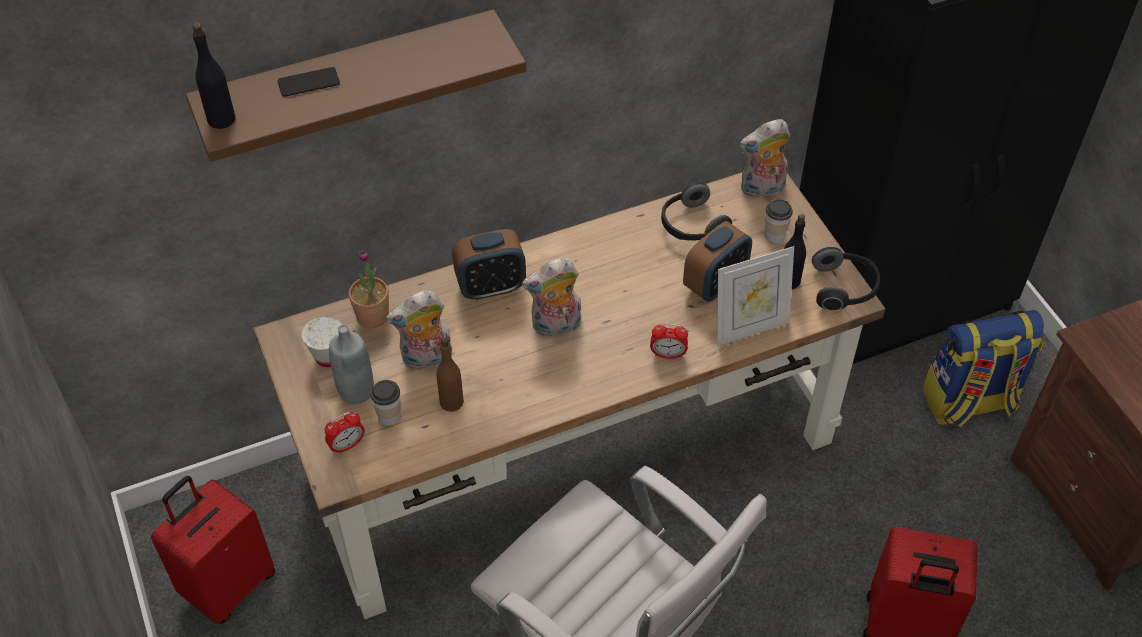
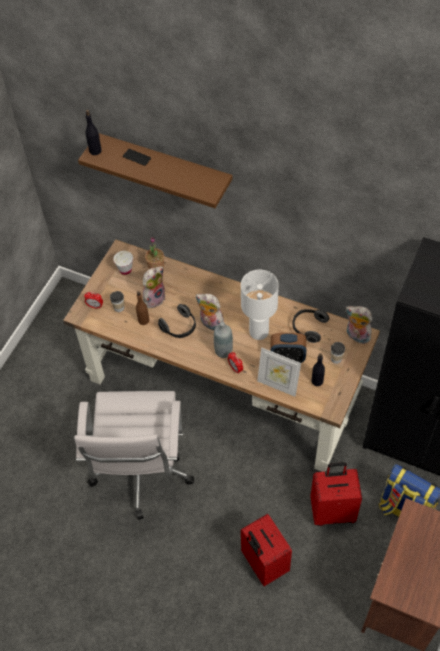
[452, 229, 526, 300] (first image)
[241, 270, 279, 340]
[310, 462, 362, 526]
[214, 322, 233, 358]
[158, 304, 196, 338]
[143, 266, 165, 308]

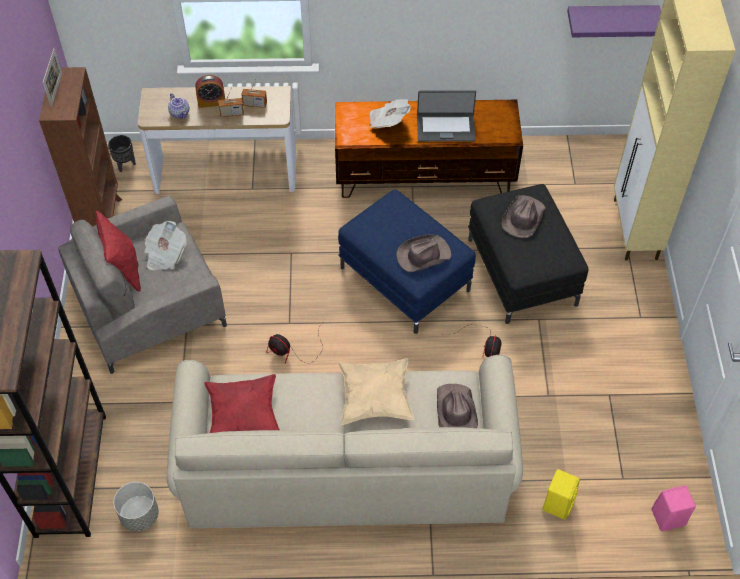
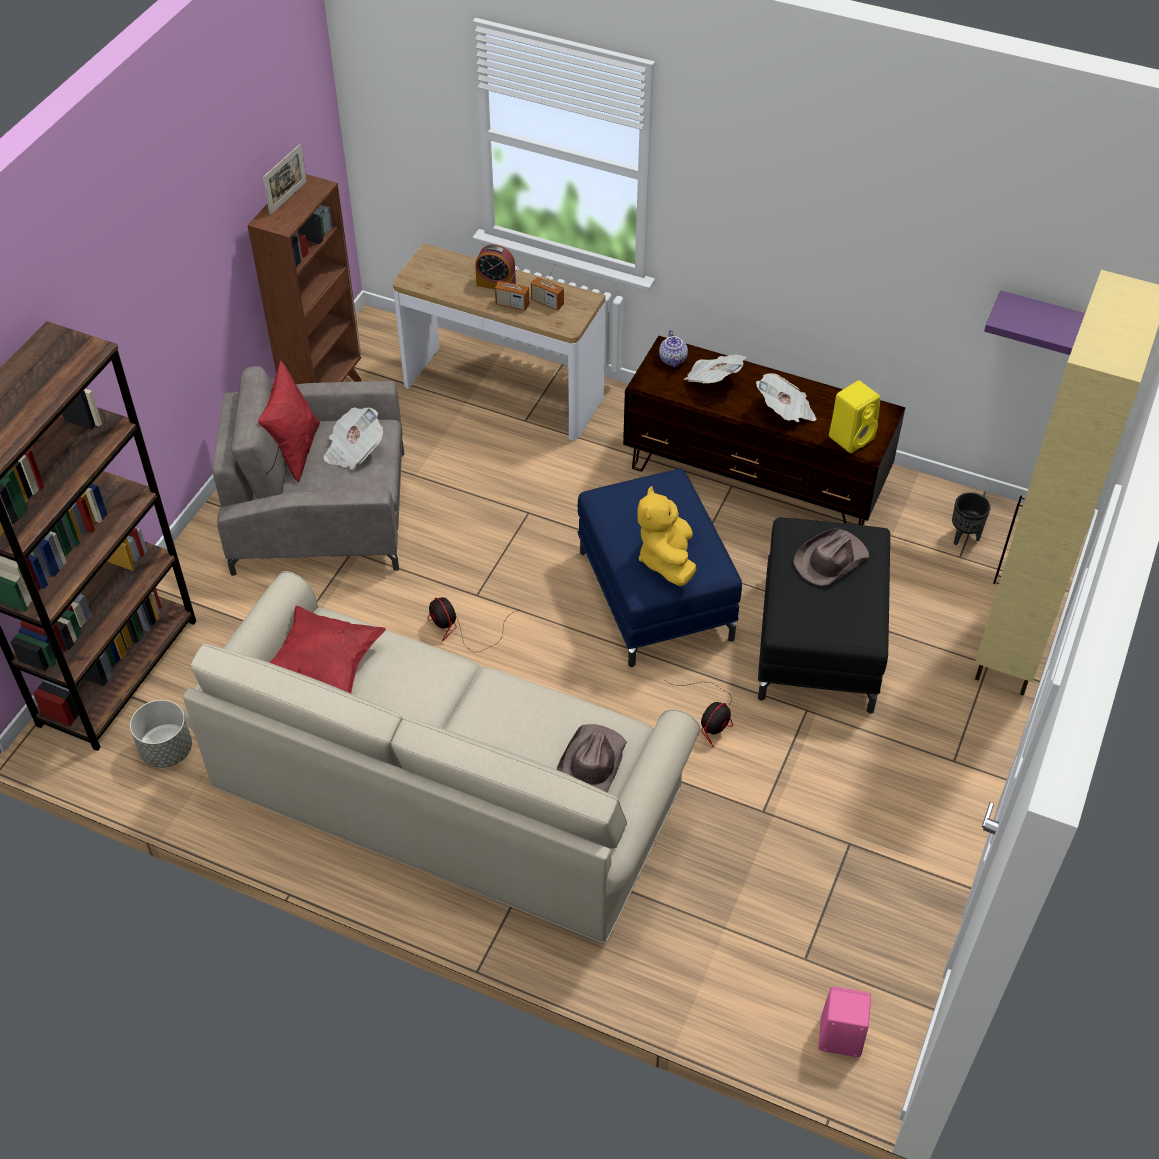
[338, 358, 414, 425] (first image)
[952, 492, 991, 545]
[659, 330, 688, 367]
[829, 380, 881, 453]
[637, 486, 696, 586]
[756, 373, 817, 422]

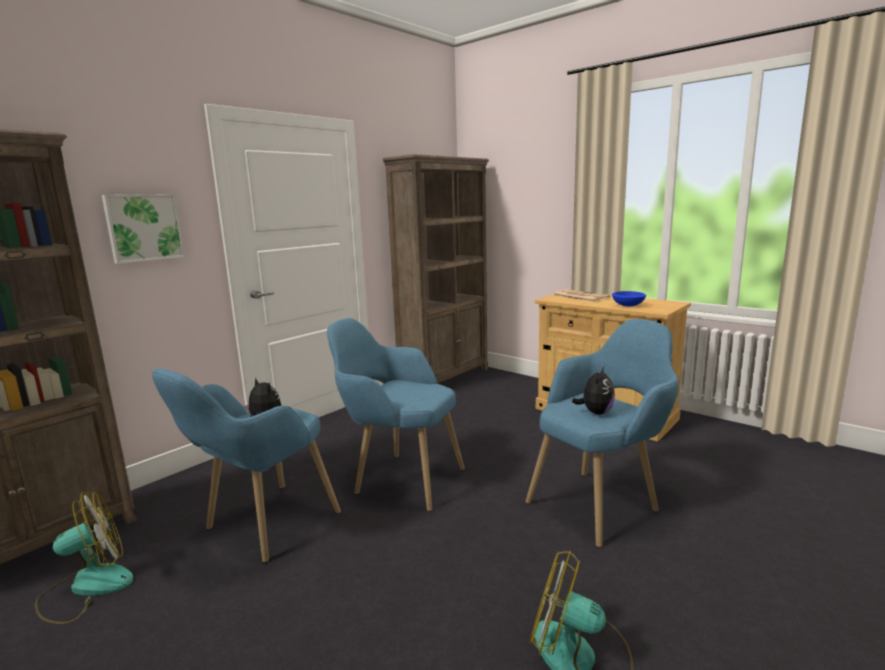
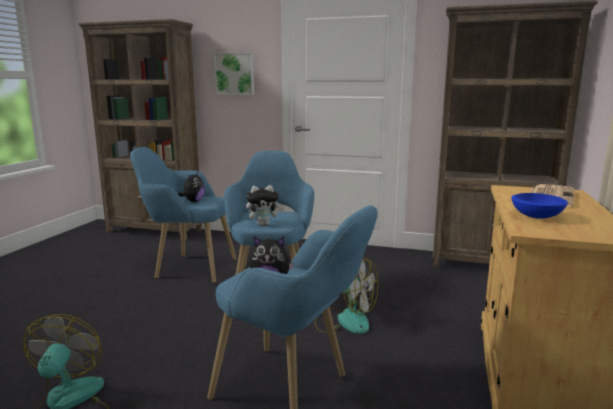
[246, 185, 284, 226]
[314, 257, 378, 334]

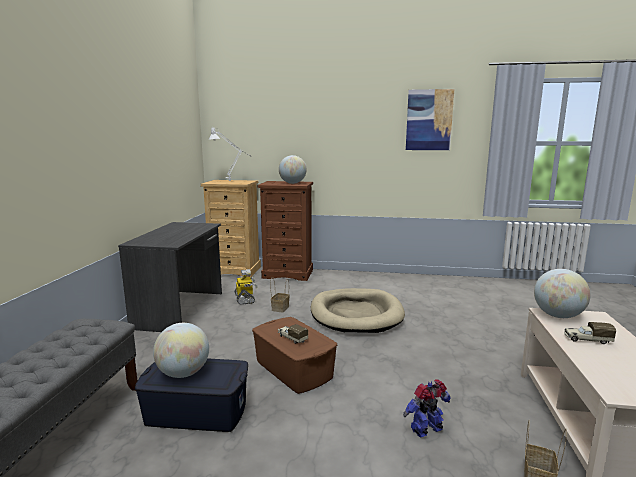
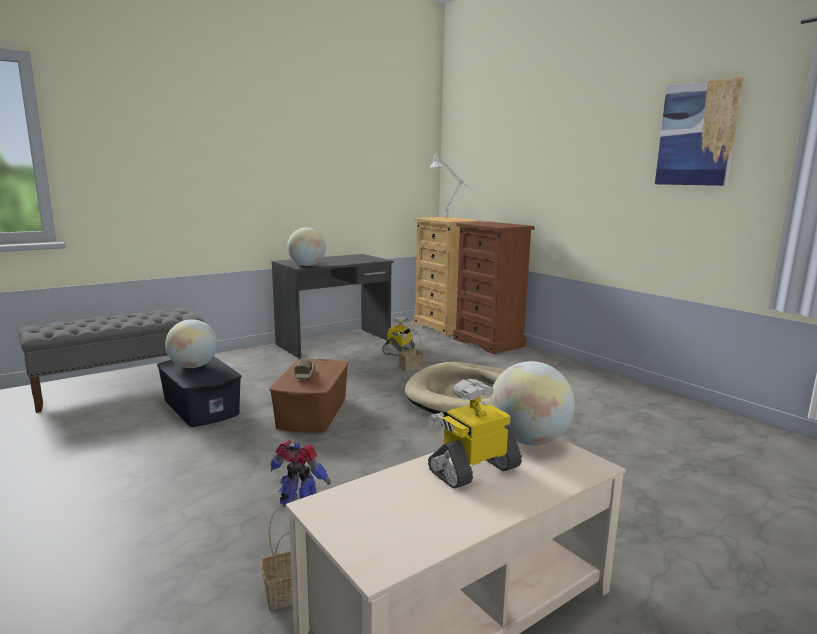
[287, 227, 326, 266]
[428, 379, 522, 488]

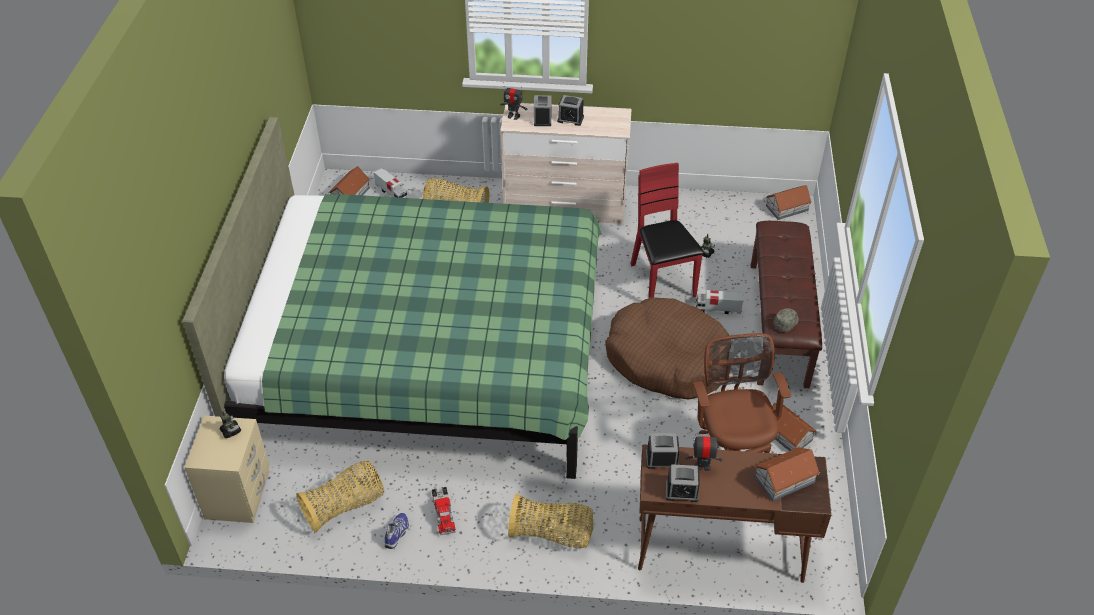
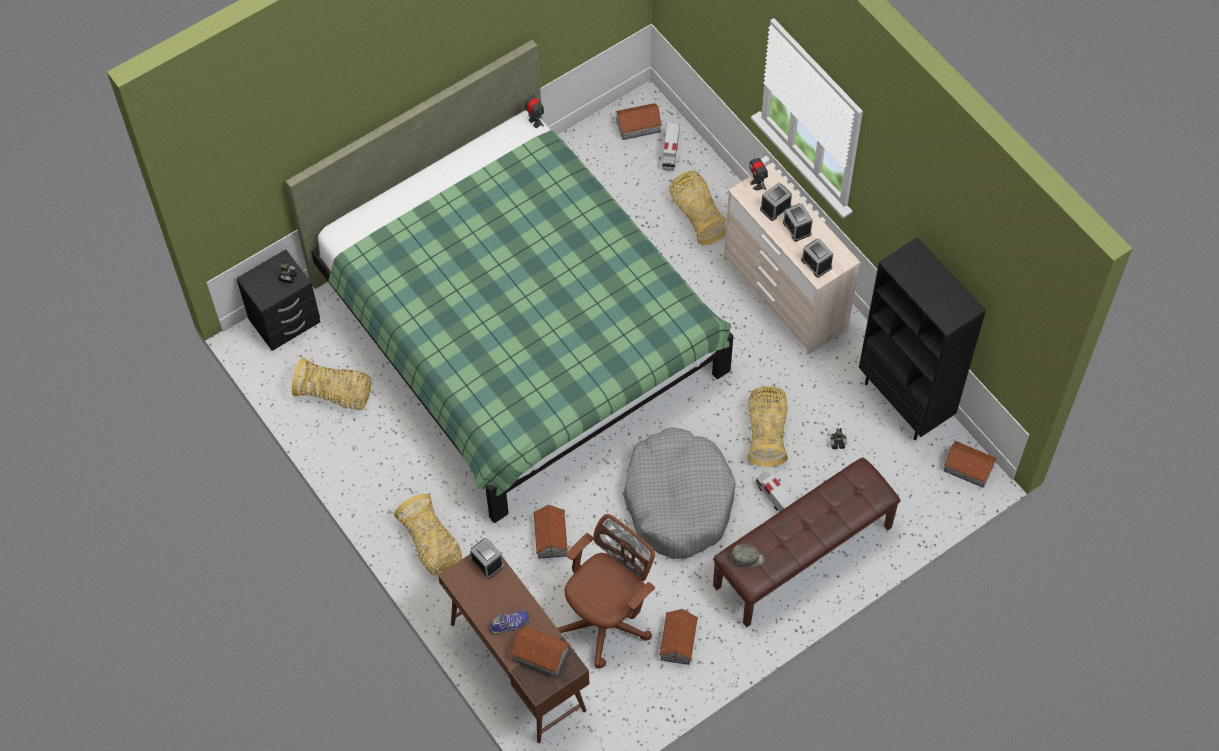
[432, 487, 456, 535] (first image)
[533, 504, 568, 559]
[859, 237, 986, 440]
[489, 611, 529, 634]
[801, 238, 833, 278]
[524, 95, 544, 128]
[747, 386, 788, 467]
[236, 249, 320, 351]
[623, 427, 736, 559]

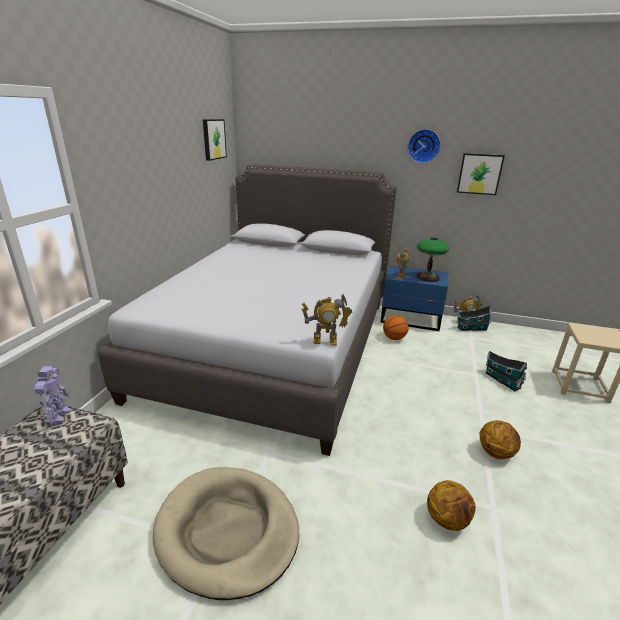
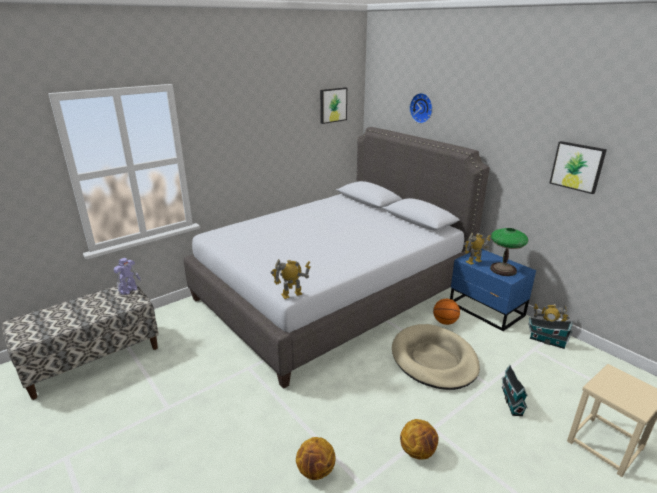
[392, 324, 480, 390]
[410, 93, 433, 124]
[270, 259, 311, 299]

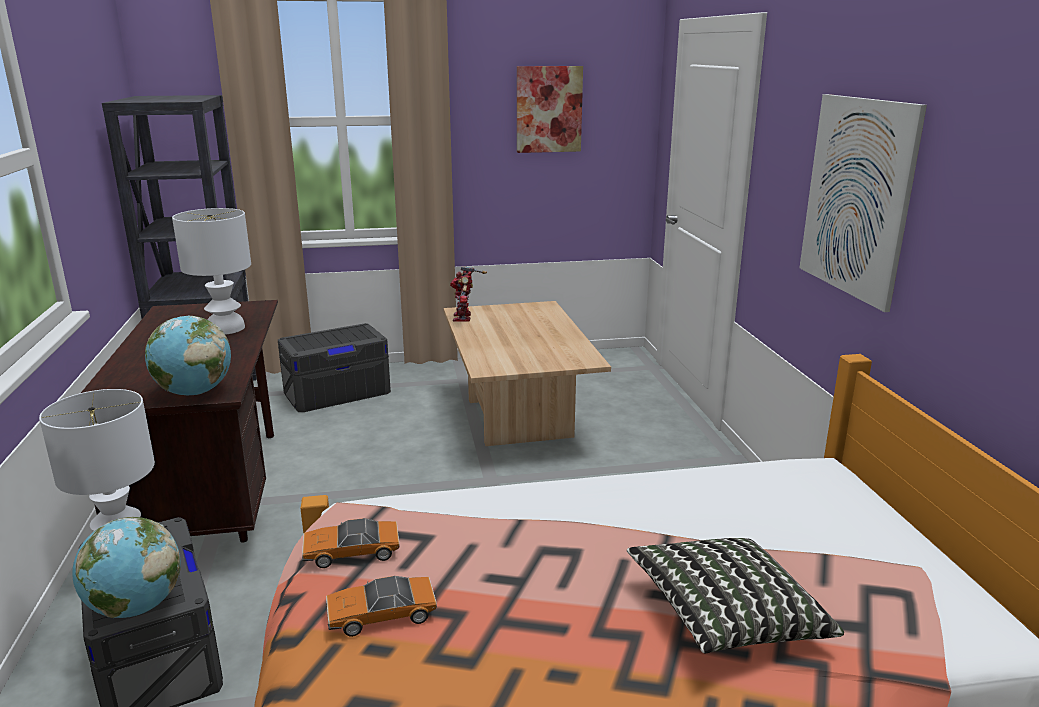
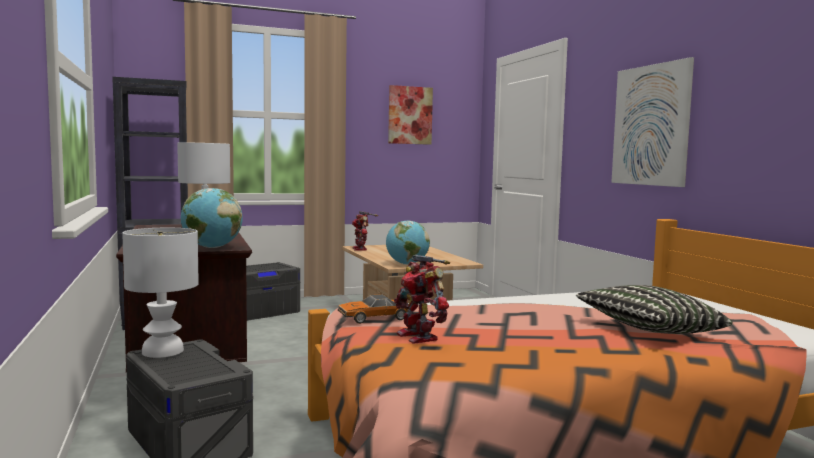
[386, 221, 430, 265]
[394, 255, 450, 343]

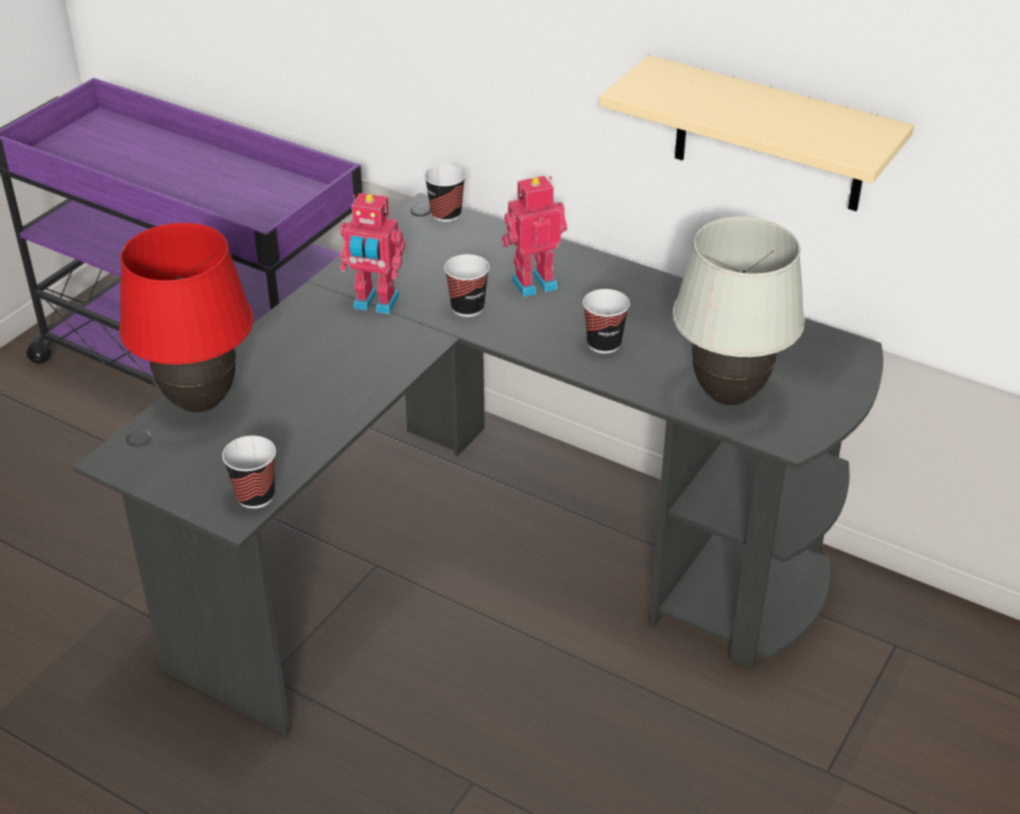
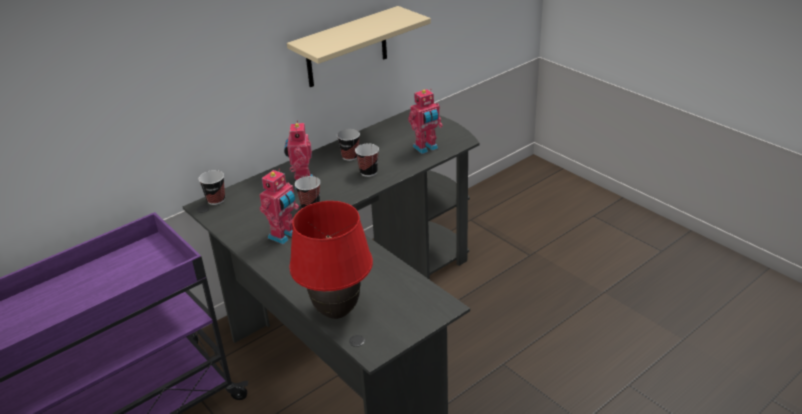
[337, 129, 360, 161]
[408, 89, 443, 154]

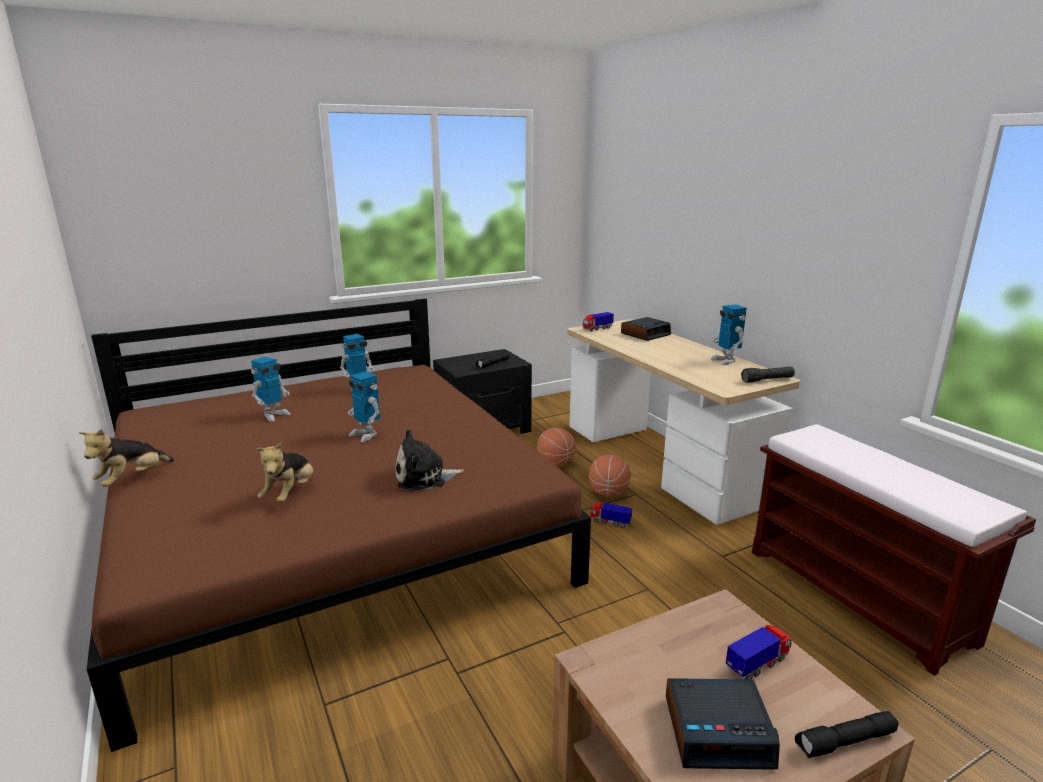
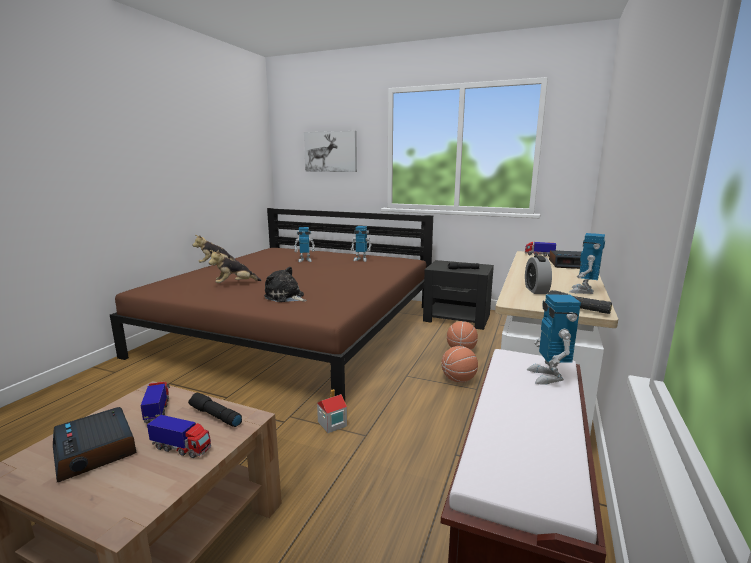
[304, 131, 357, 172]
[317, 389, 347, 433]
[525, 256, 552, 294]
[527, 294, 581, 384]
[140, 381, 170, 423]
[188, 393, 242, 427]

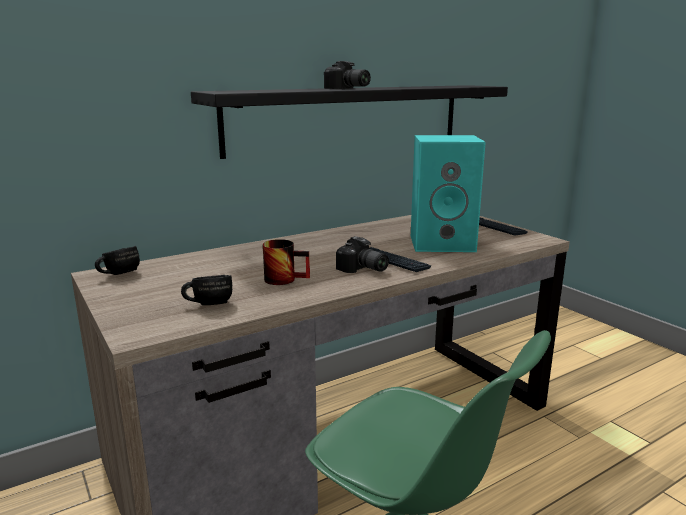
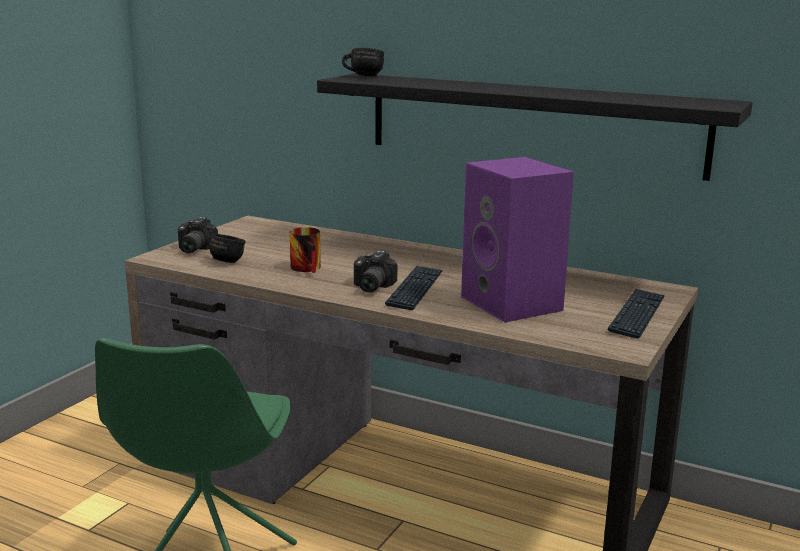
[342, 48, 384, 76]
[178, 217, 218, 254]
[461, 157, 574, 322]

